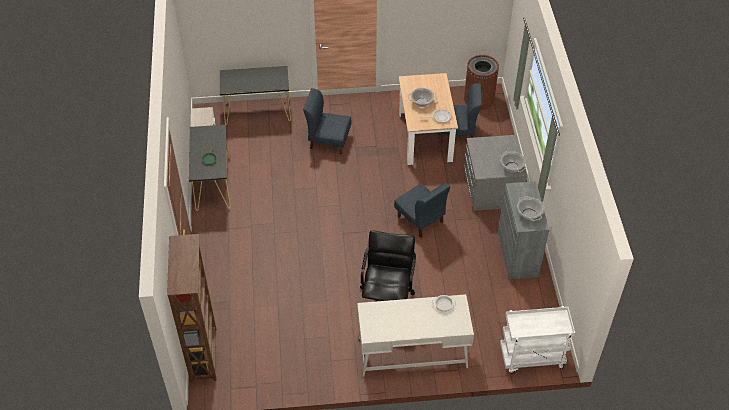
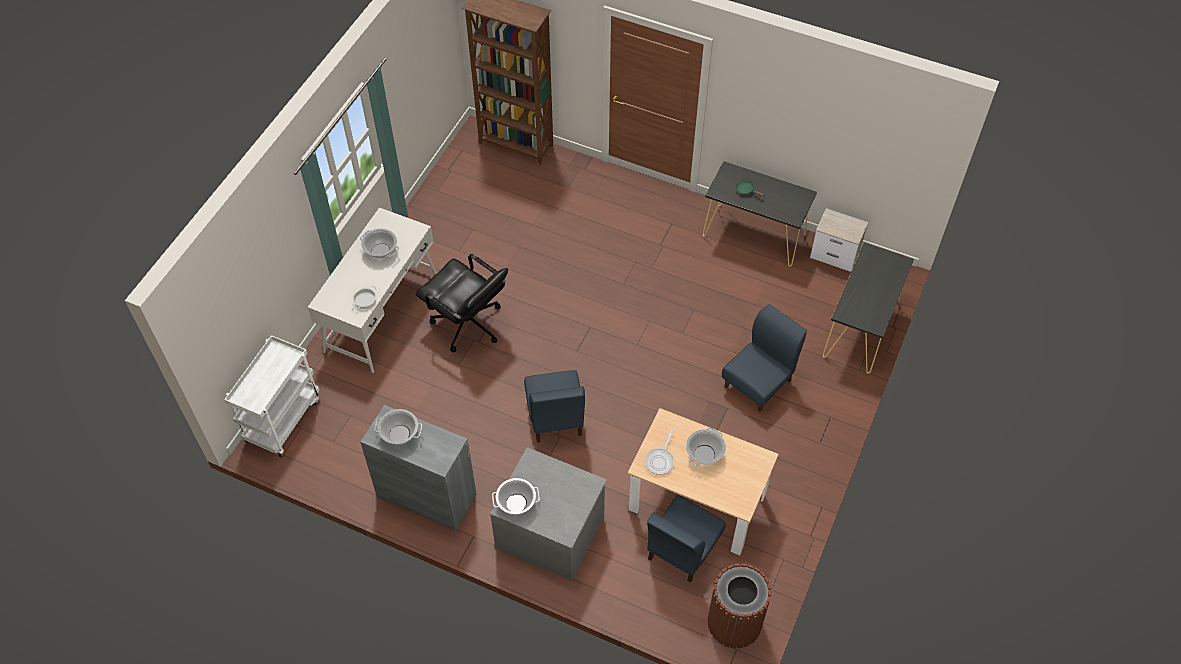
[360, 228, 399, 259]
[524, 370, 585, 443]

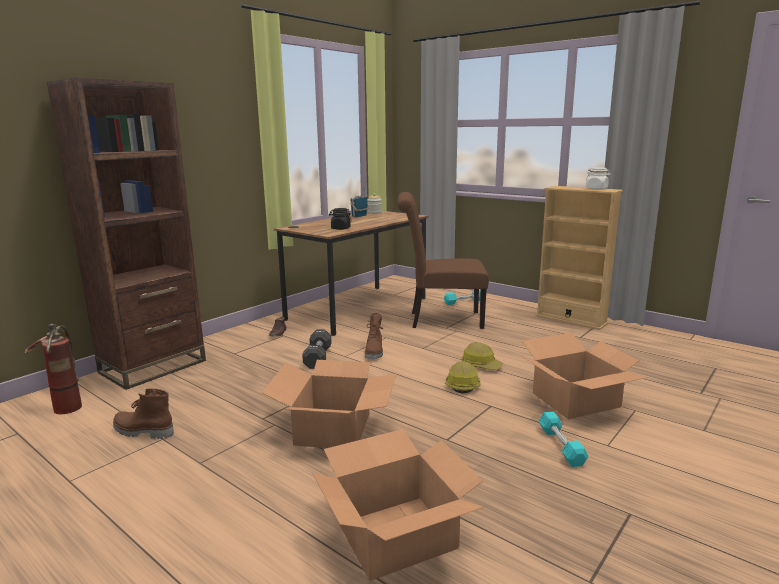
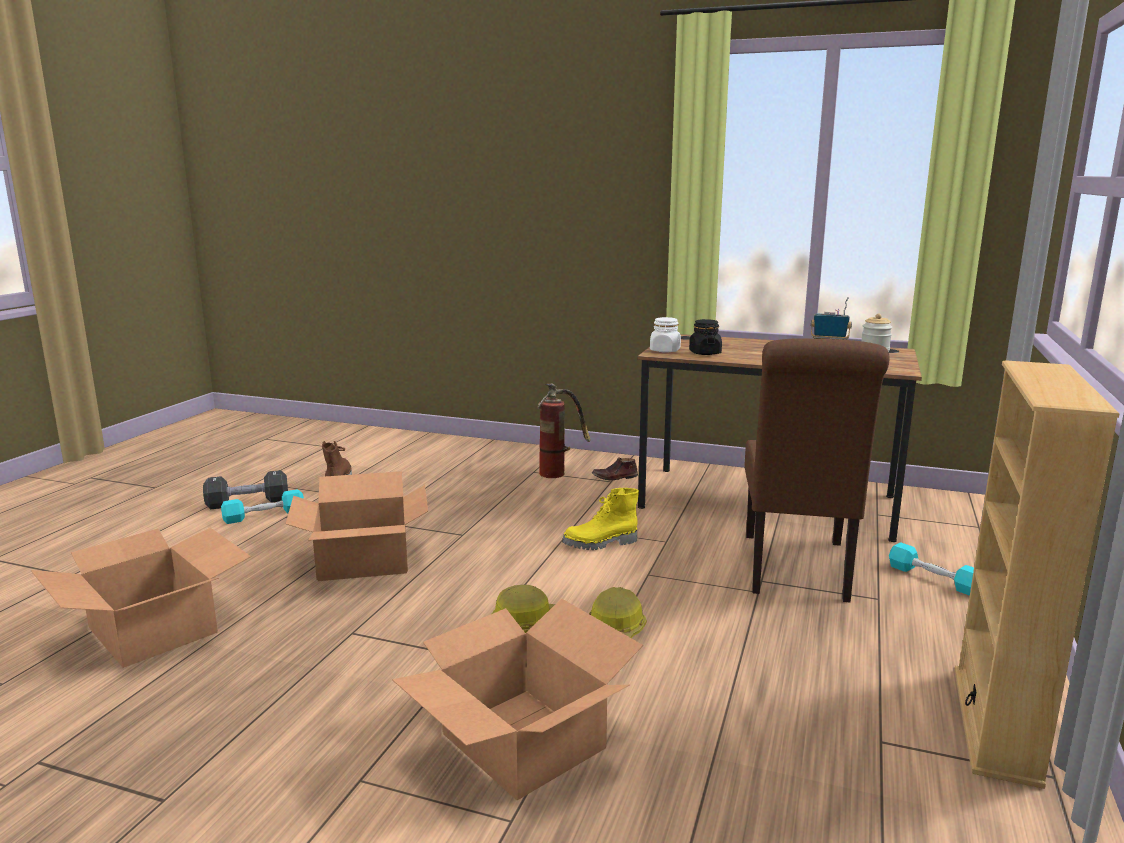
[46, 77, 206, 390] (first image)
[538, 384, 590, 478]
[203, 470, 288, 509]
[221, 489, 304, 524]
[650, 317, 681, 353]
[562, 488, 639, 550]
[744, 338, 890, 603]

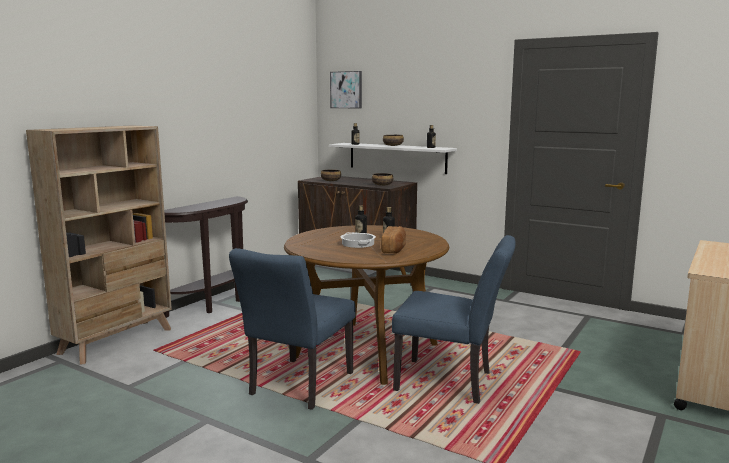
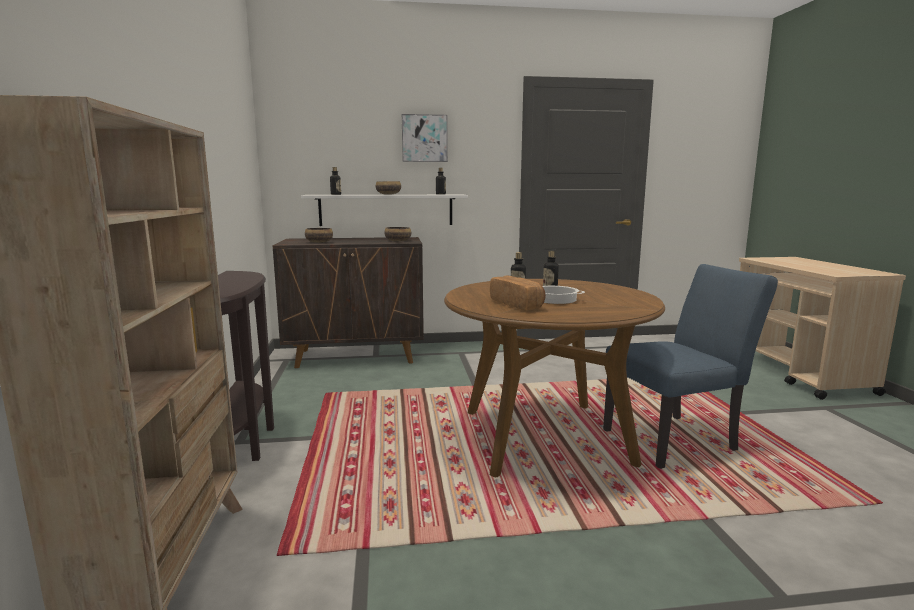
[229, 248, 356, 410] (first image)
[402, 114, 448, 162]
[490, 276, 546, 310]

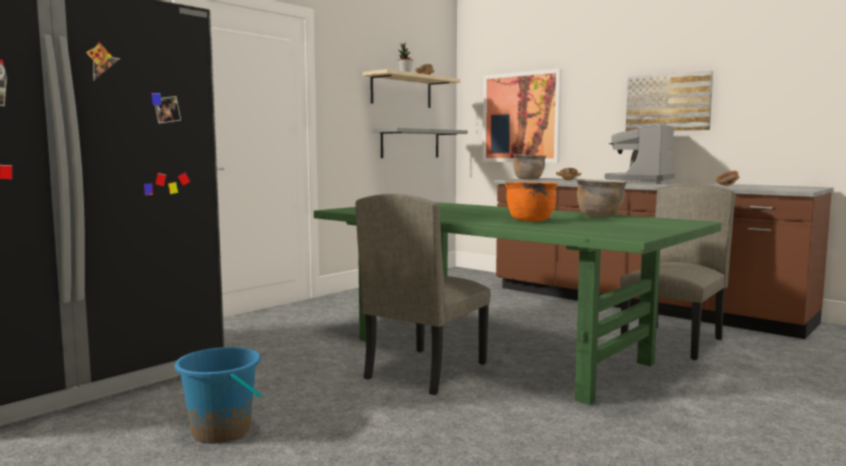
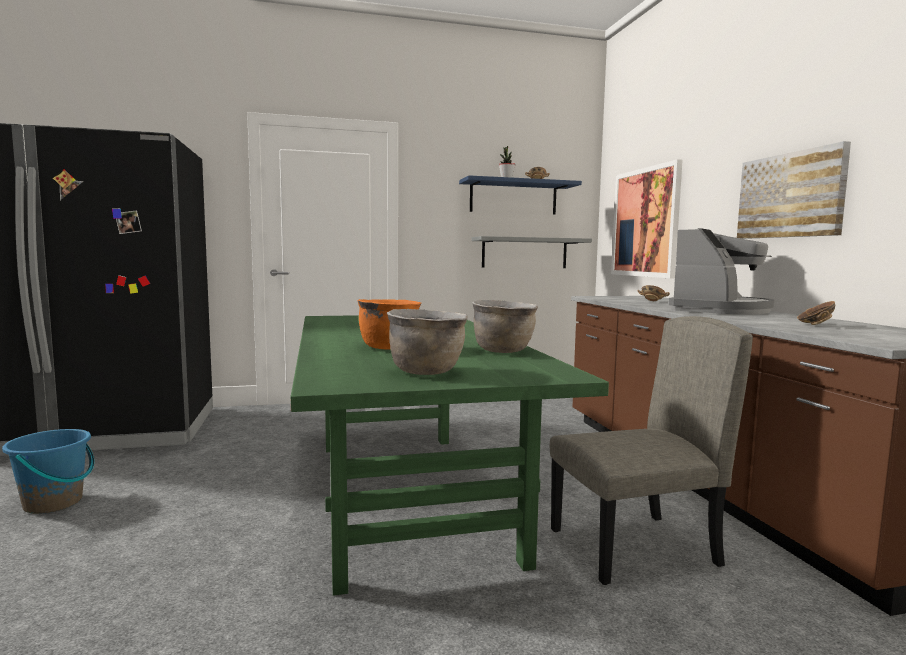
[356, 194, 491, 395] (first image)
[387, 309, 468, 375]
[459, 175, 582, 214]
[669, 228, 774, 314]

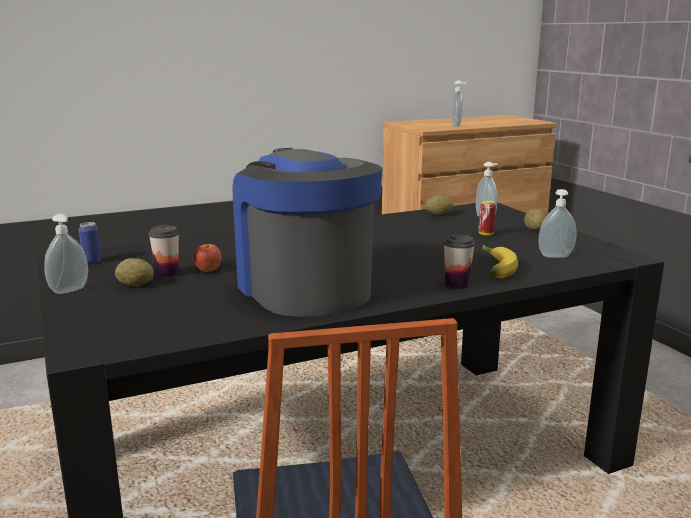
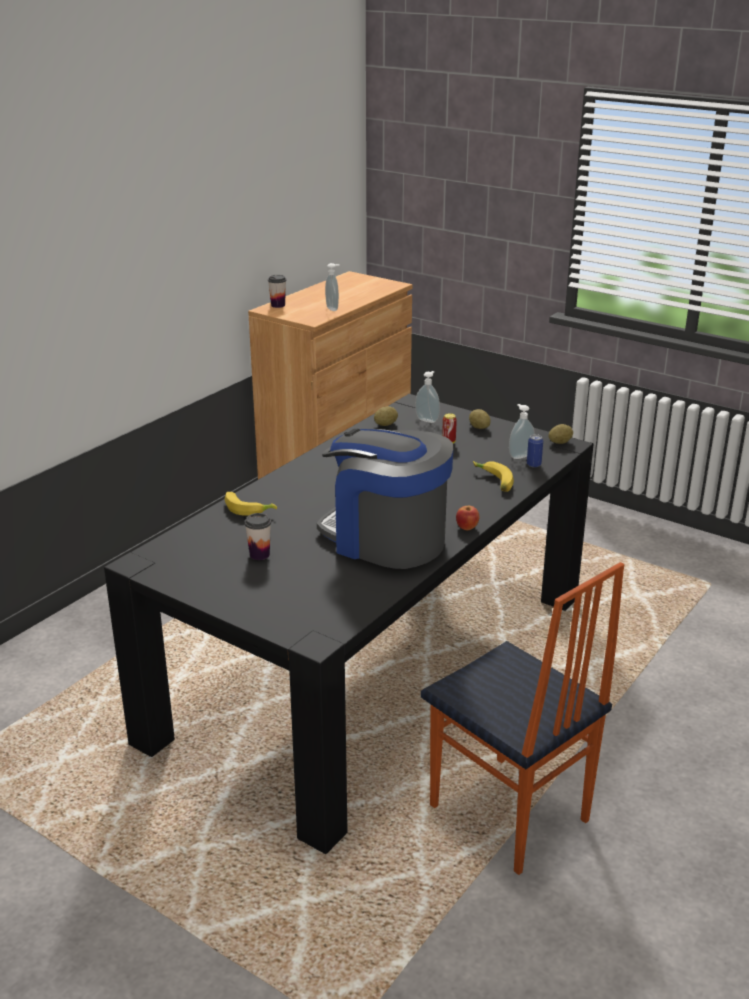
[44, 214, 88, 294] (first image)
[225, 492, 277, 516]
[527, 434, 543, 467]
[548, 424, 573, 444]
[456, 506, 479, 530]
[268, 275, 286, 308]

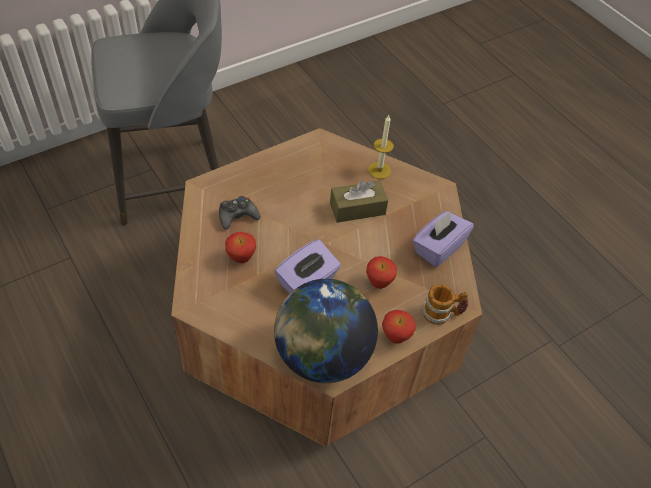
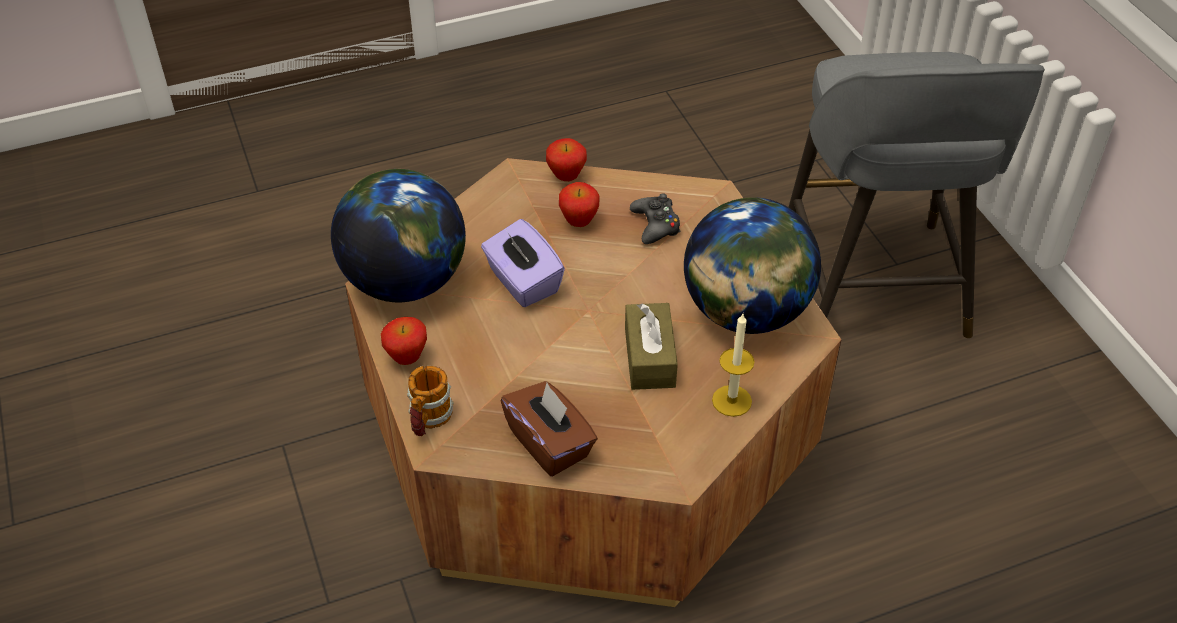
[684, 197, 821, 334]
[546, 138, 587, 181]
[501, 381, 598, 477]

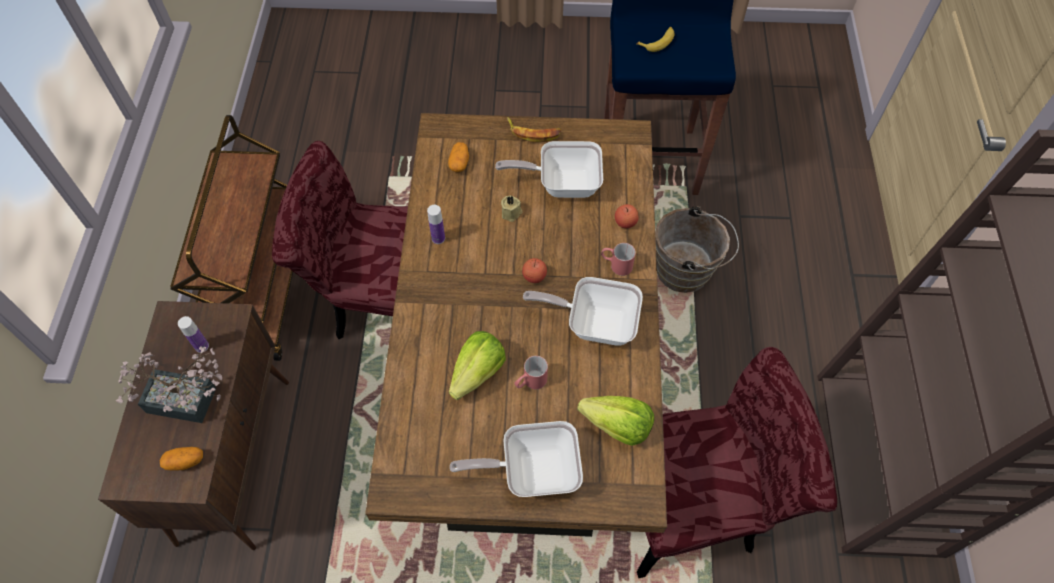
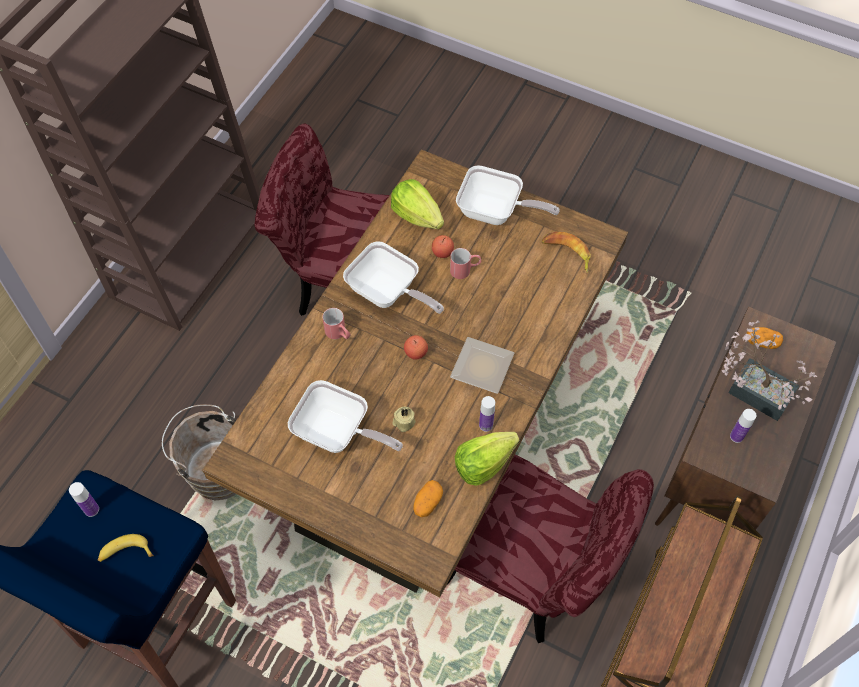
[69, 482, 99, 517]
[450, 337, 514, 394]
[455, 432, 520, 486]
[542, 232, 591, 273]
[432, 235, 454, 258]

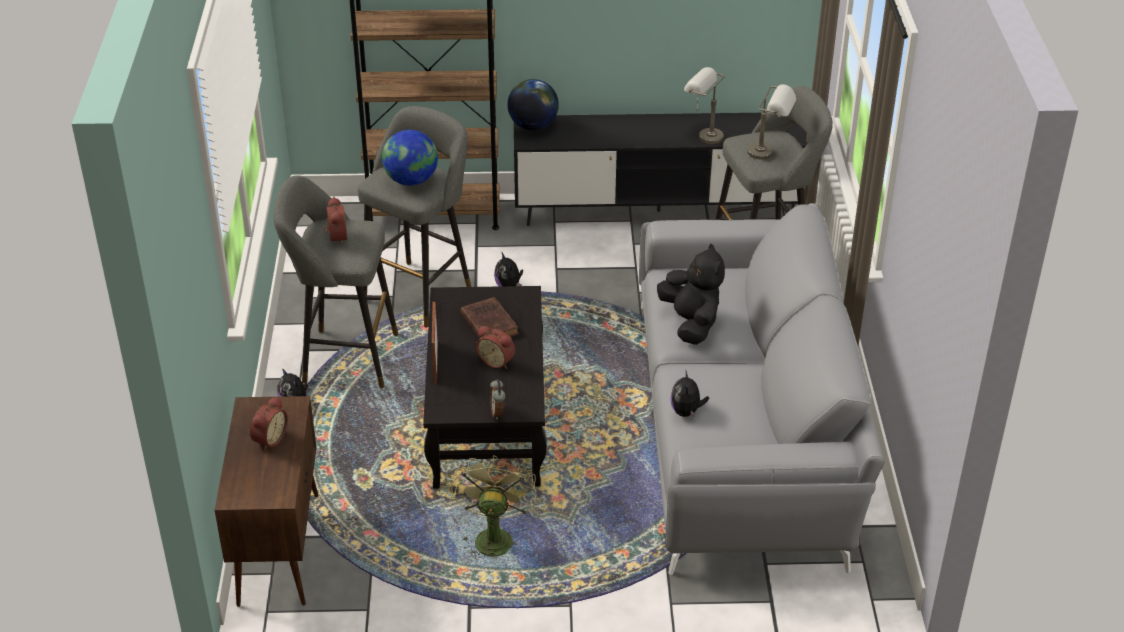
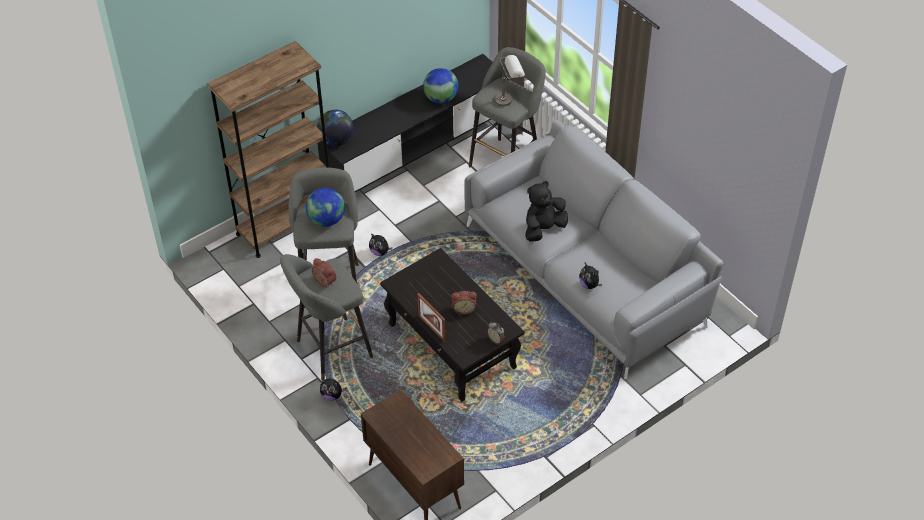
[250, 397, 288, 451] (first image)
[451, 455, 537, 560] (first image)
[460, 297, 519, 338] (first image)
[423, 68, 458, 104]
[525, 181, 568, 242]

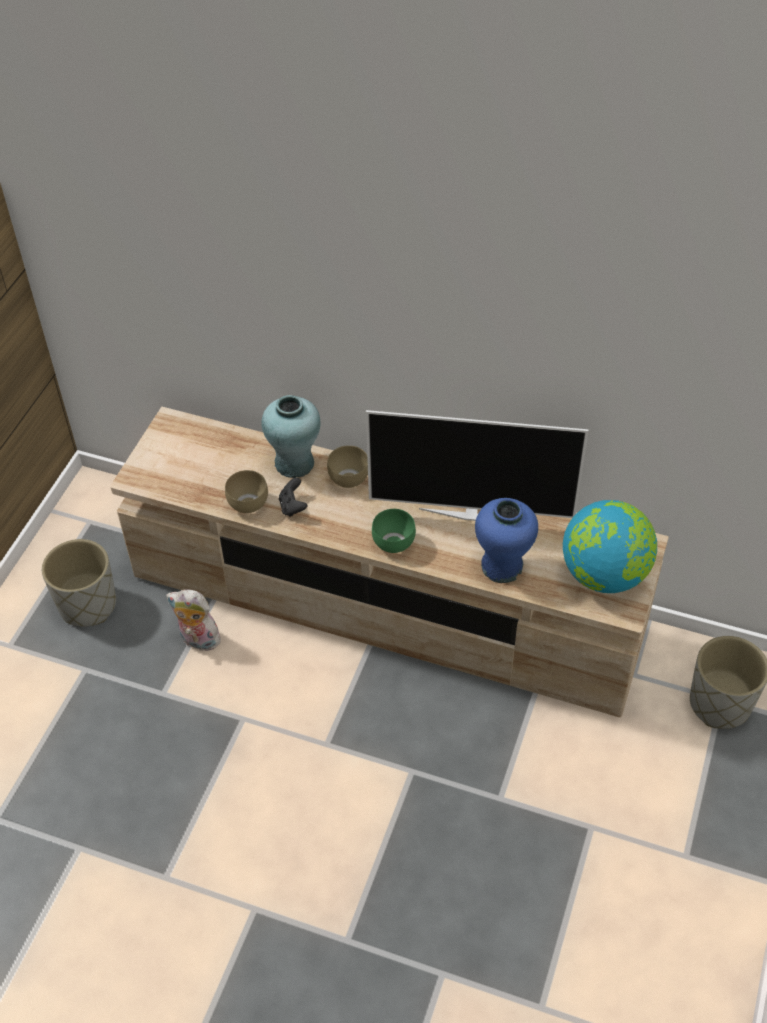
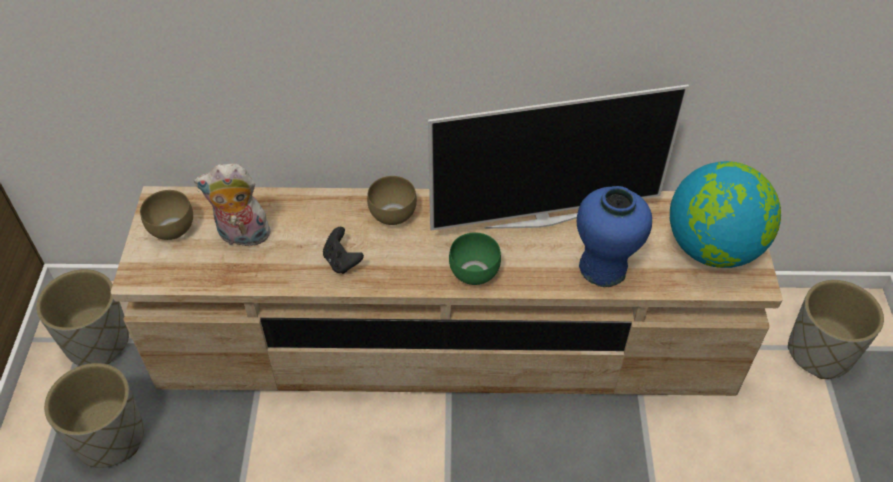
[261, 395, 321, 478] (first image)
[36, 269, 129, 366]
[194, 164, 275, 250]
[140, 190, 193, 240]

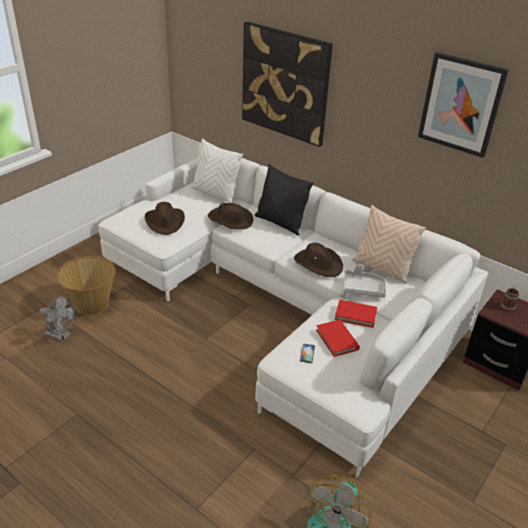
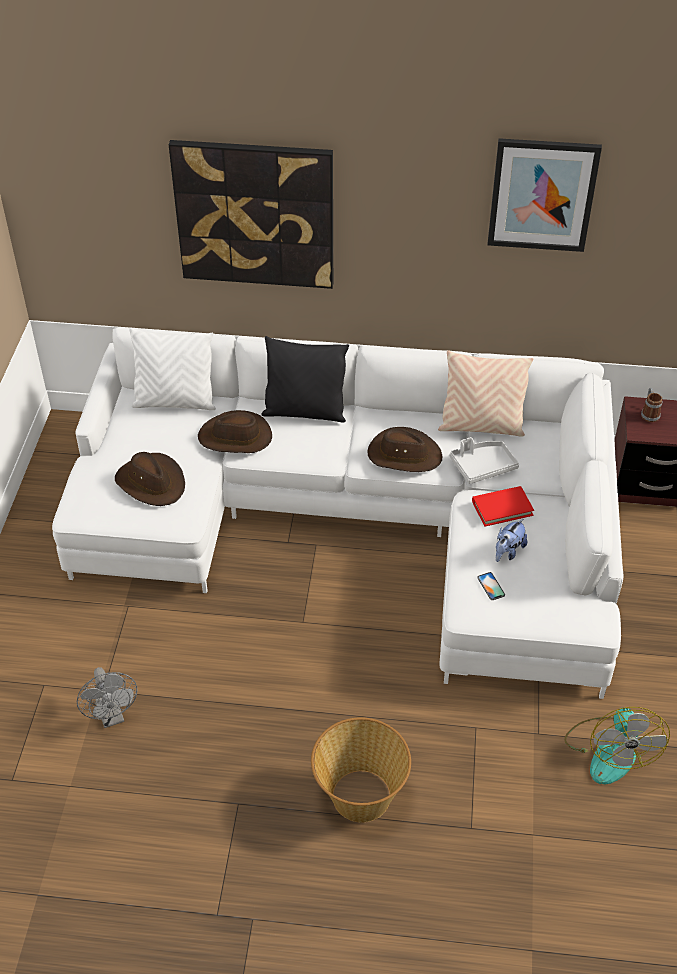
[311, 717, 411, 823]
[496, 519, 527, 562]
[77, 667, 138, 728]

